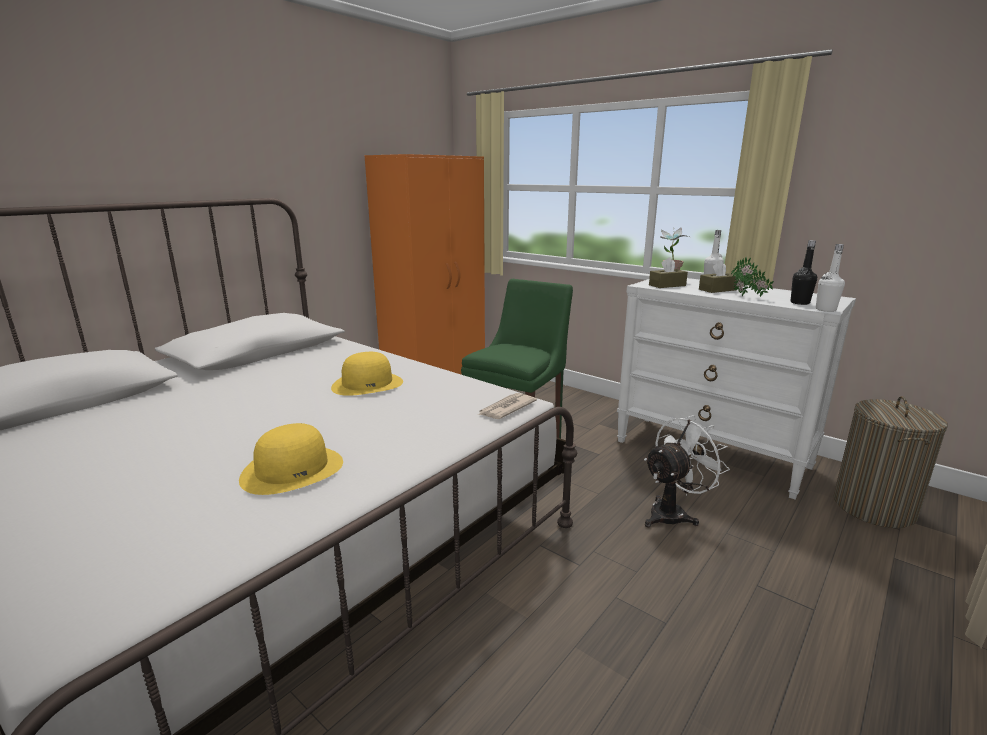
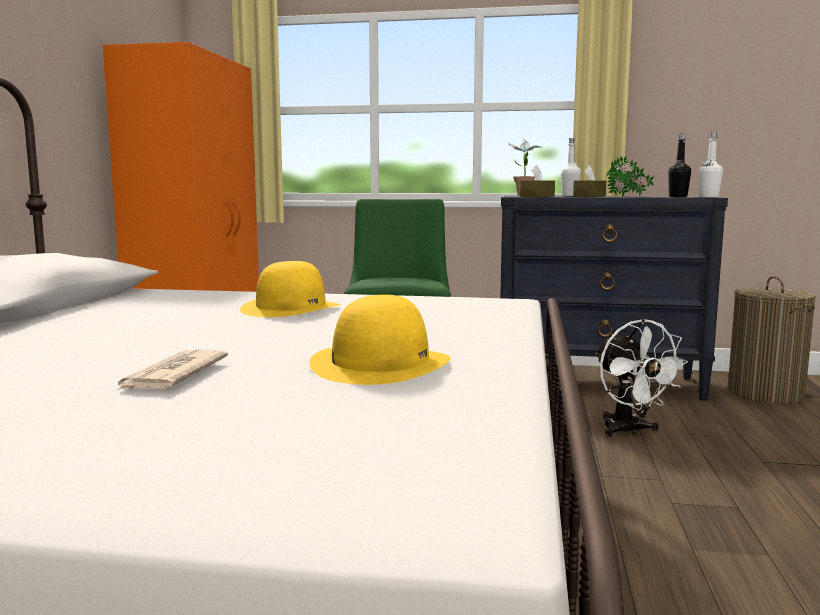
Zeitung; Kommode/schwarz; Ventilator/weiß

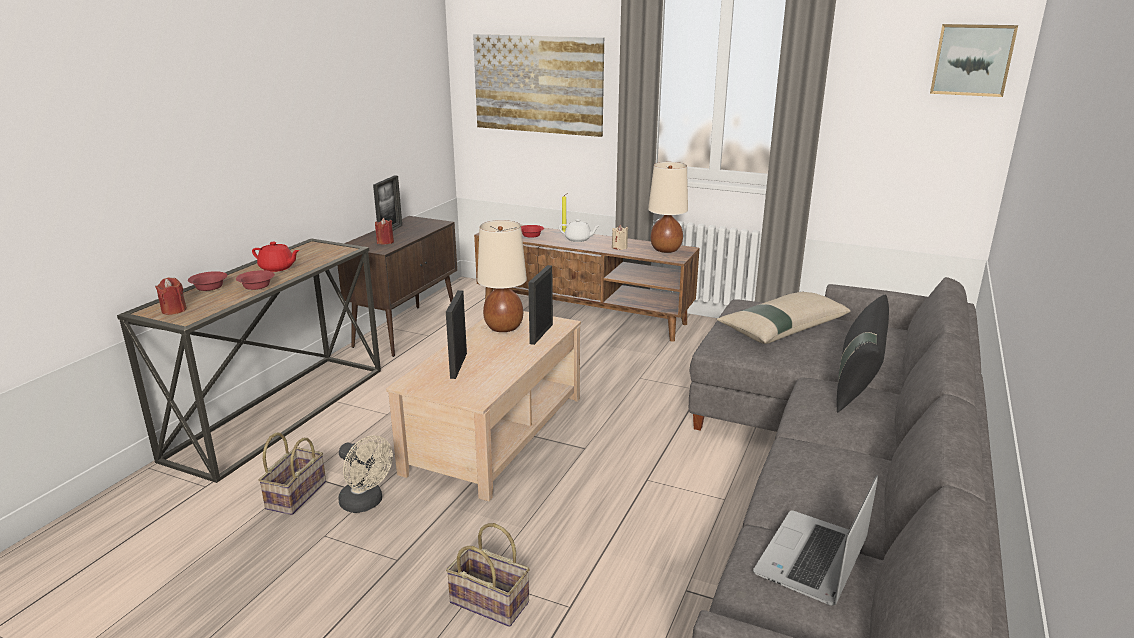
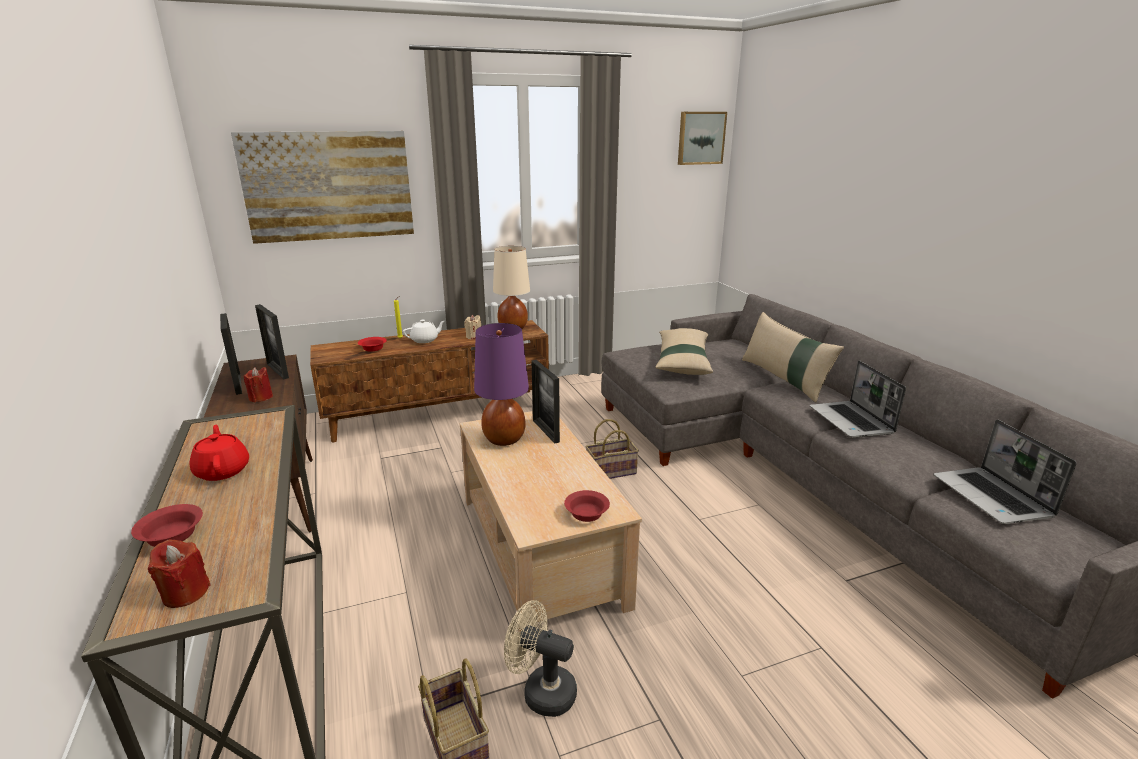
Teekanne/rot; Bilderrahmen (no. 2 from left); Tischlampe/lila; Ventilator/beige; Schüssel/rot (no. 3 from left); Korb (no. 2 from left); Kissen/beige (no. 2 from left); Laptop (no. 1 from left)

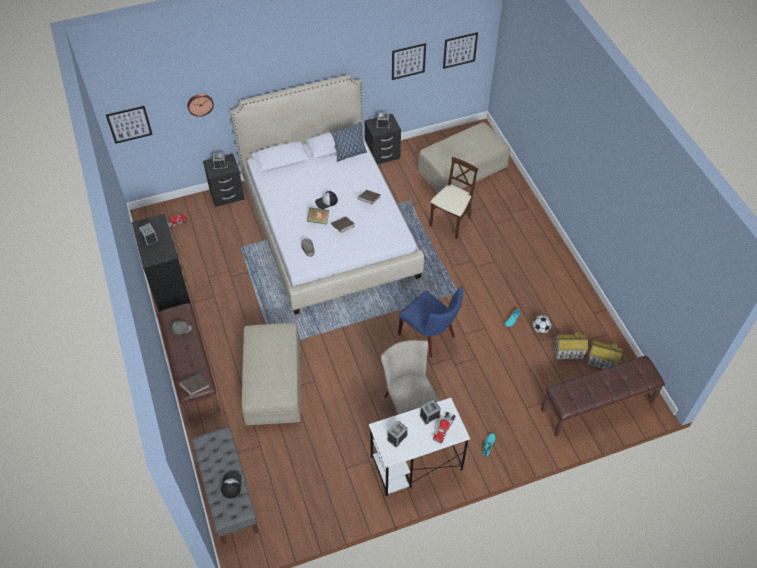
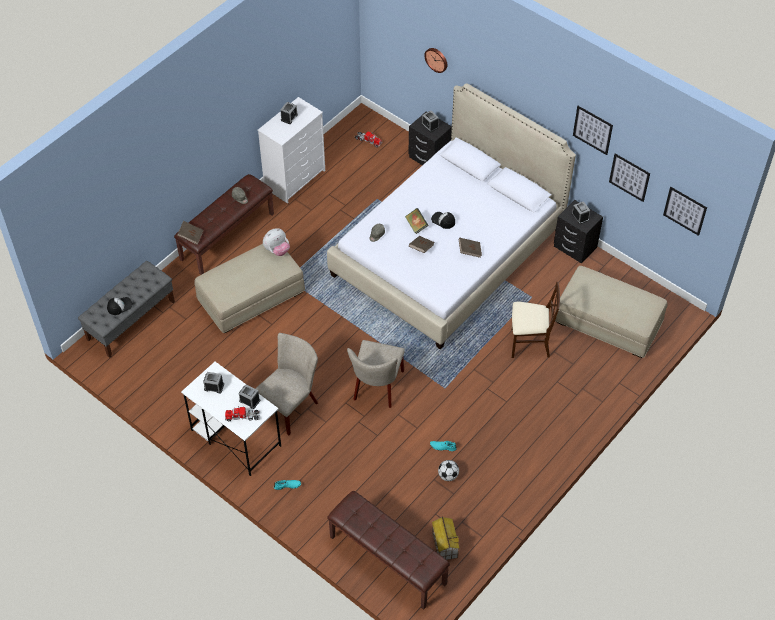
Kommode/weiß; Plüschtier; Stuhl/beige (no. 2 from left); Bild (no. 1 from left); Kissen; Spielzeughaus (no. 1 from left in the first image)

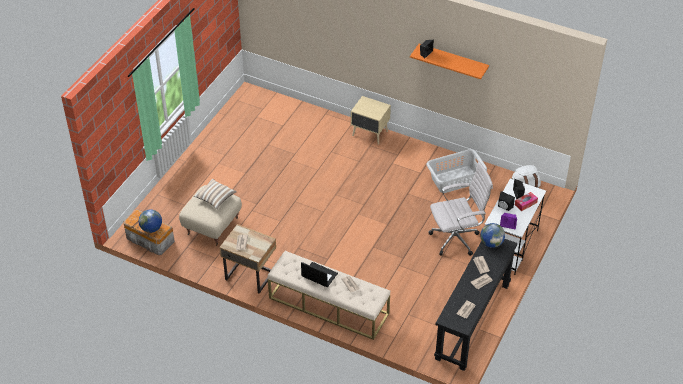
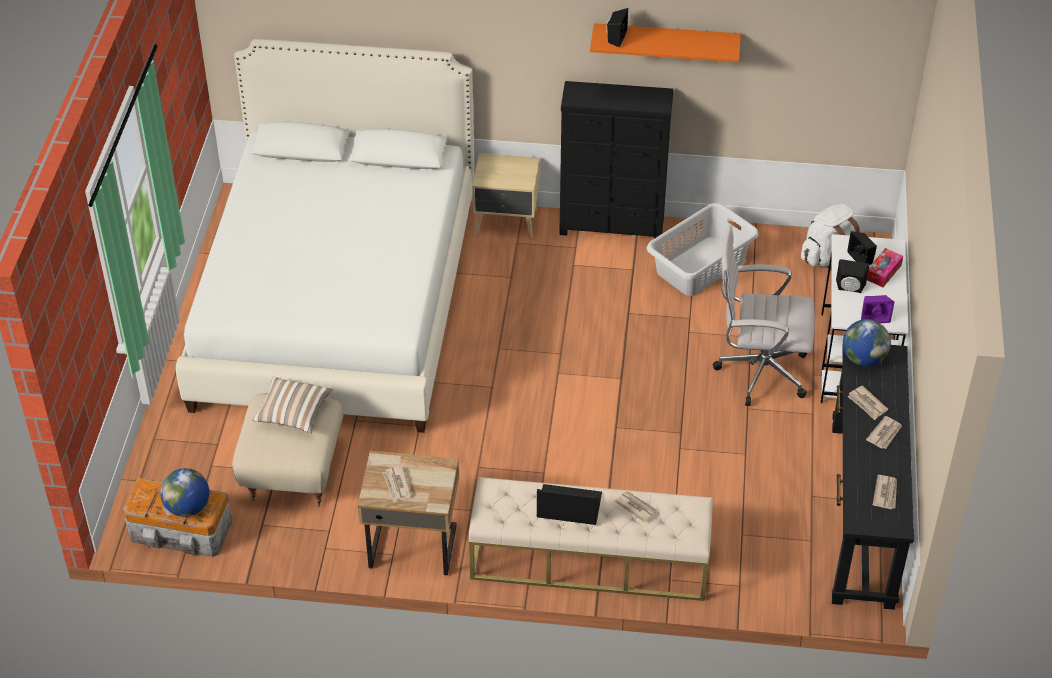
Bett/weiß; Kommode/schwarz; Bürostuhl/weiß

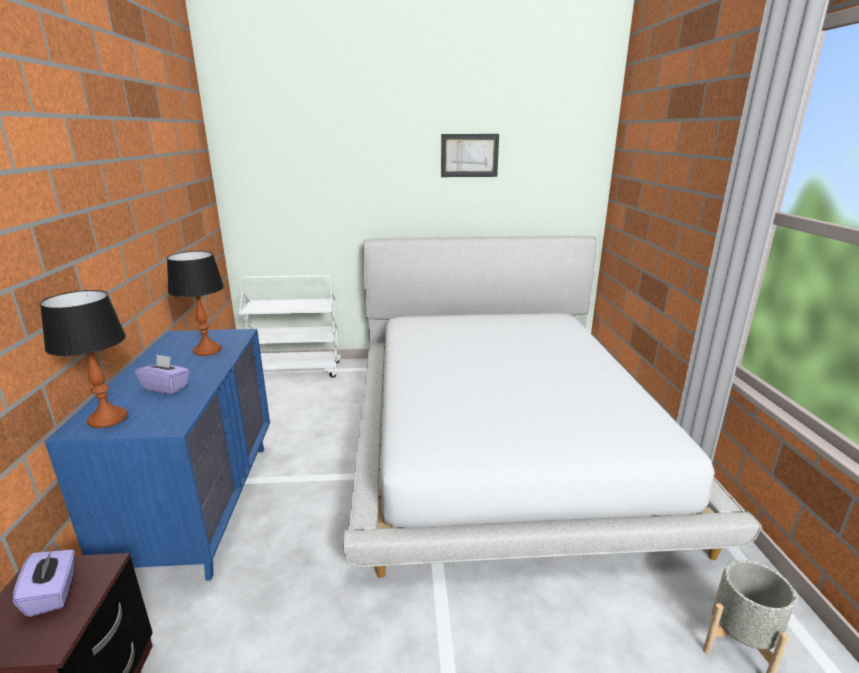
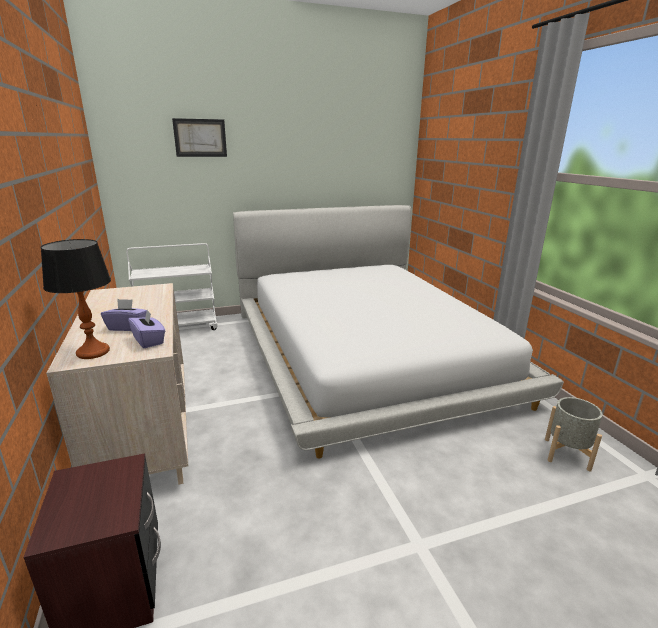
Kommode/beige; Taschentuchbox/lila (no. 2 from left); Bild; Tischlampe (no. 2 from left in the first image)

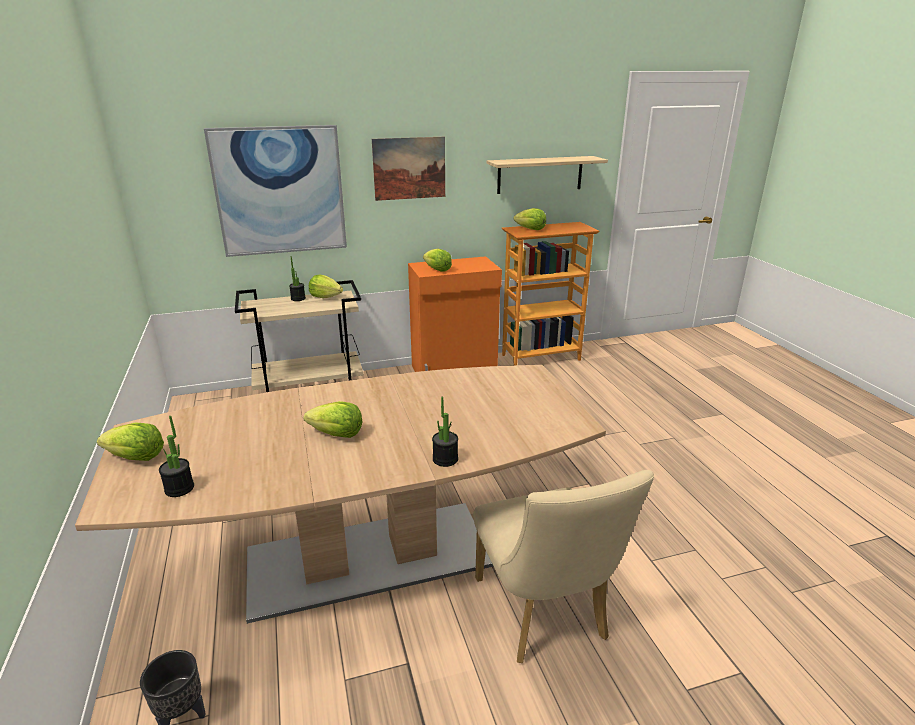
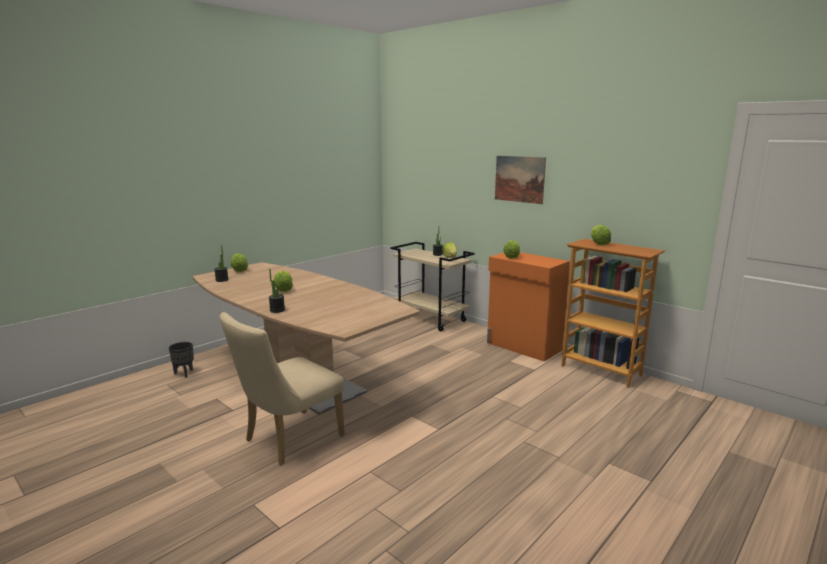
Bild (no. 1 from left in the first image); Wandregal

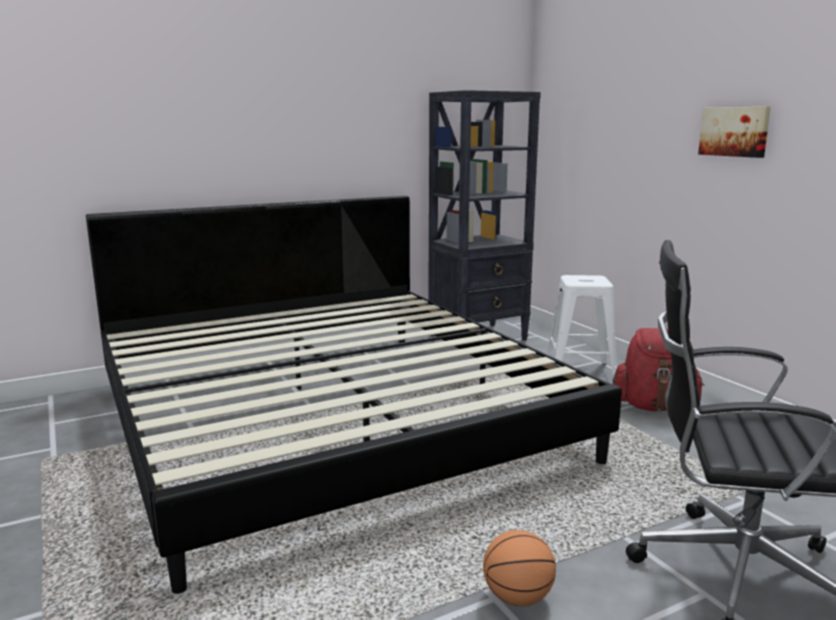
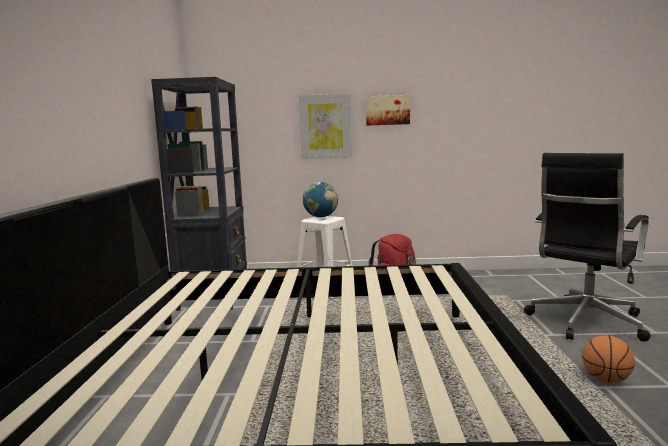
Bild (no. 1 from left); Globus

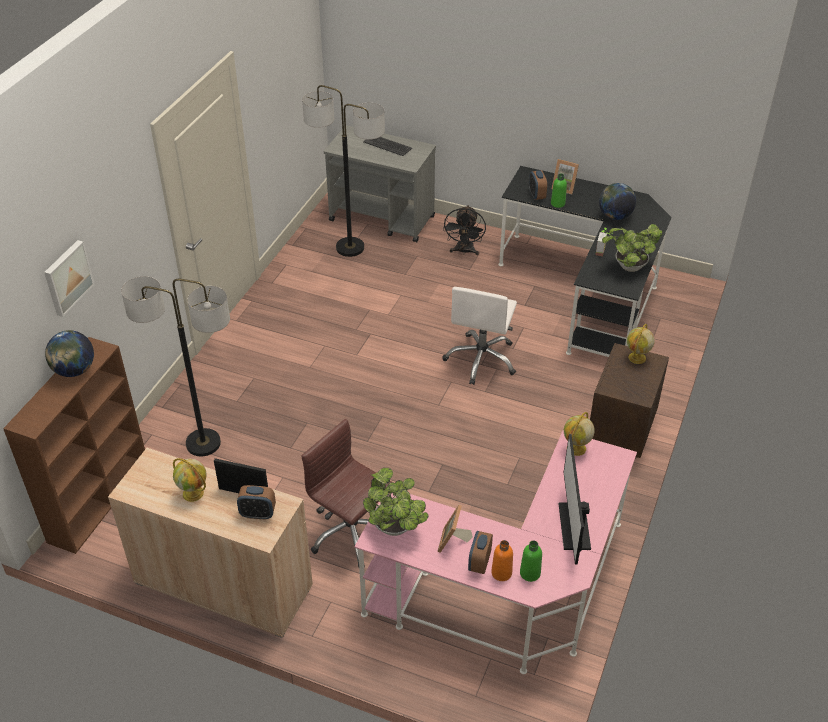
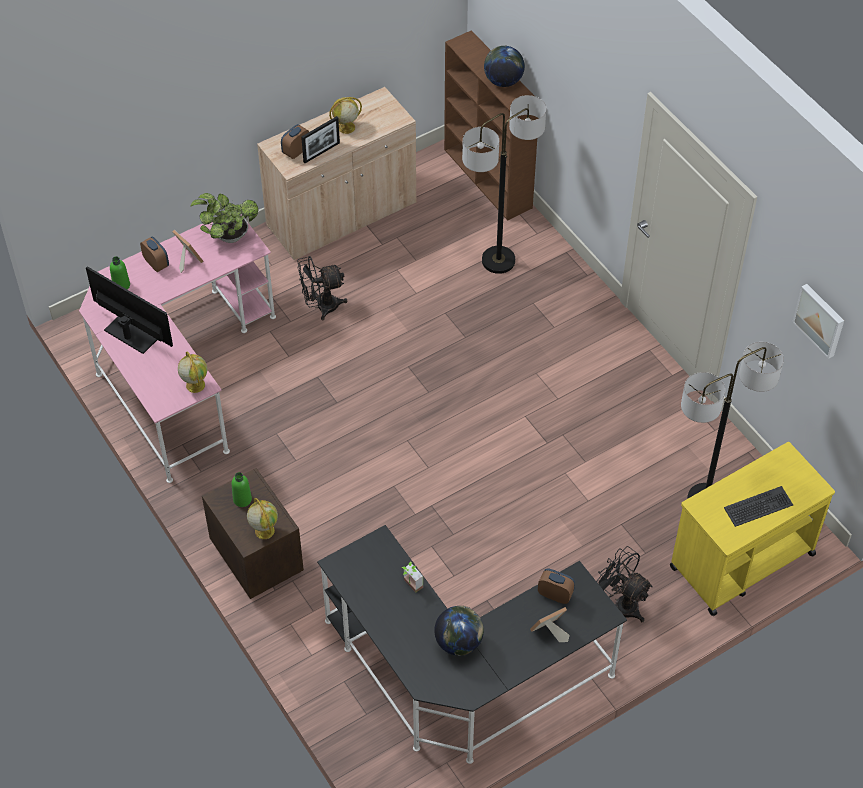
Flasche/grün (no. 2 from left); Ventilator/schwarz (no. 1 from left); Rollwagen/gelb; Bild; Bürostuhl/weiß; Flasche/orange; Topfpflanze (no. 3 from left in the first image)

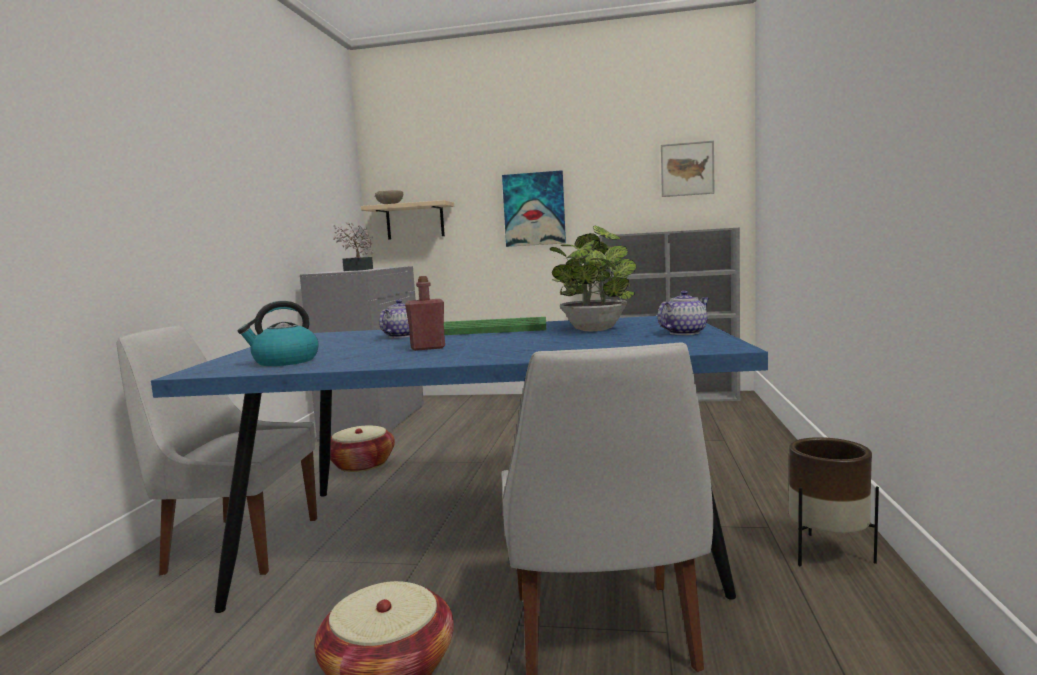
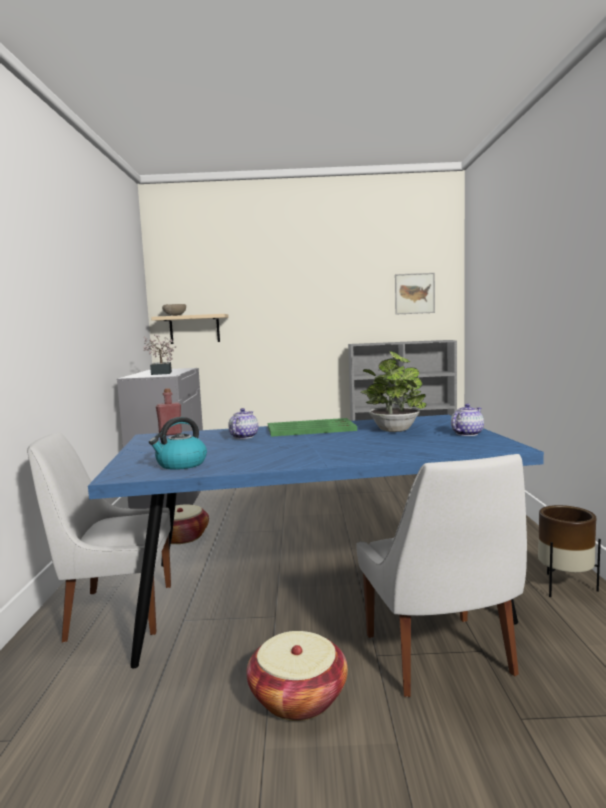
Flasche/rot; Bild (no. 1 from left in the first image)

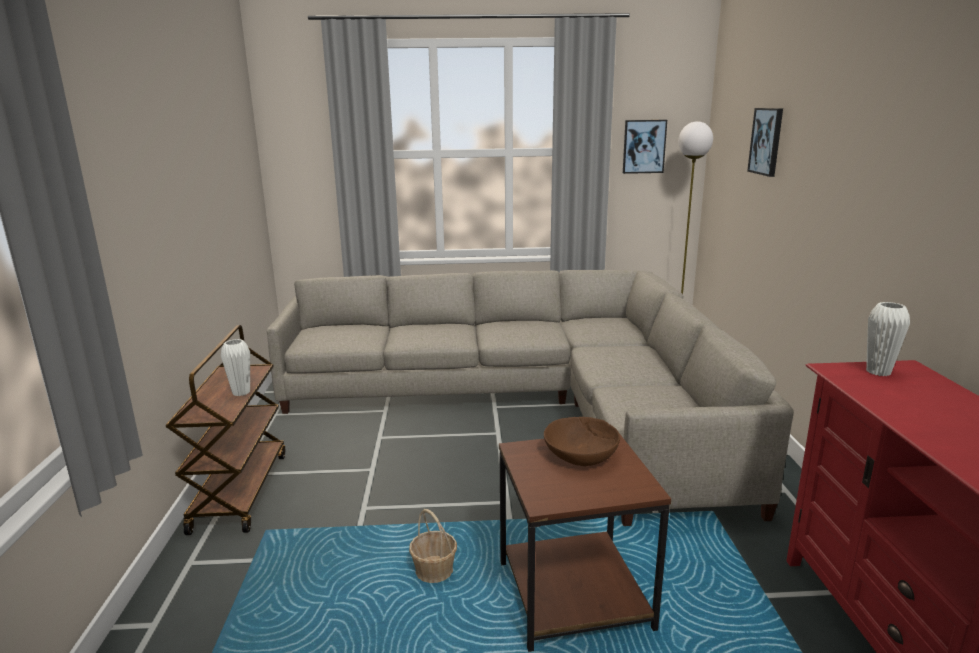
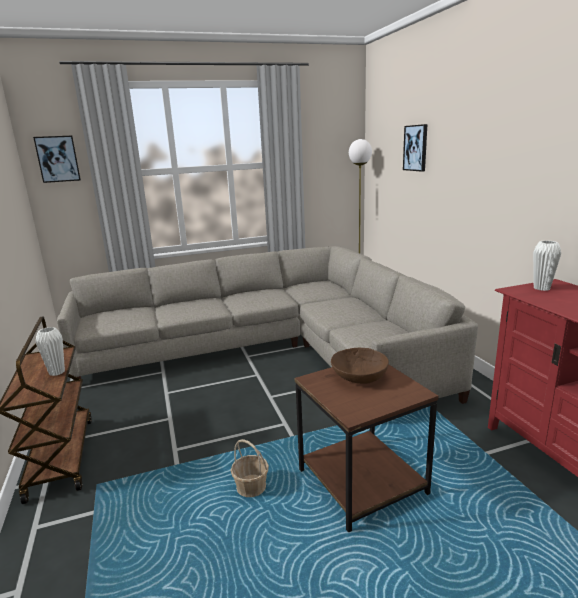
Bild (no. 1 from left)

